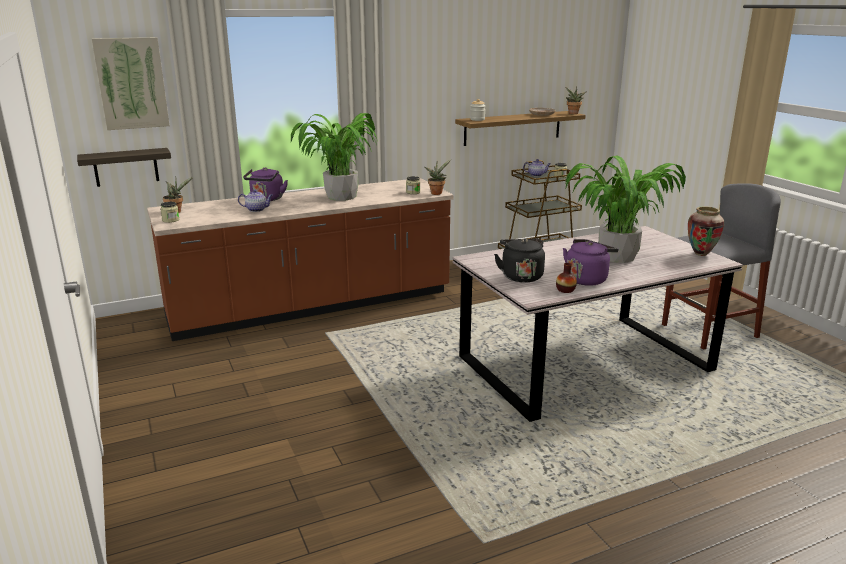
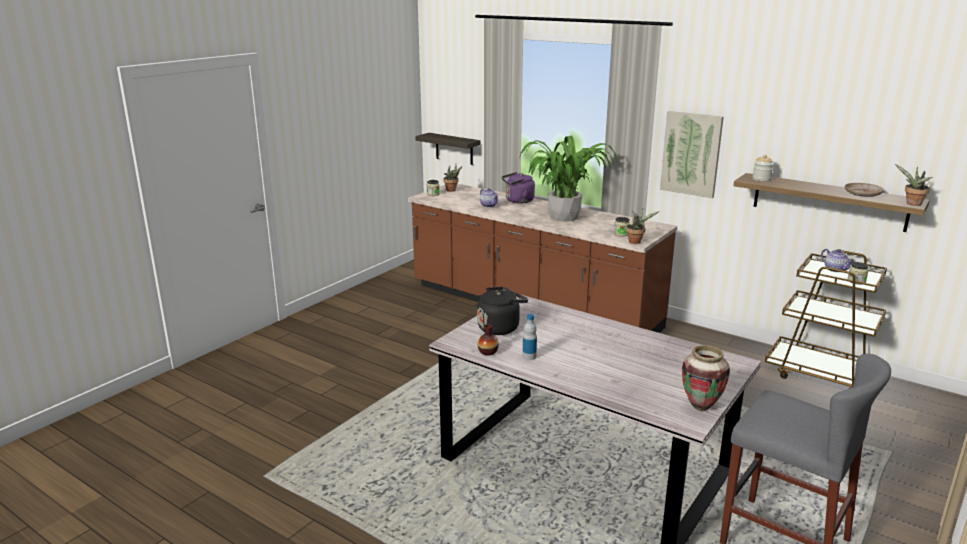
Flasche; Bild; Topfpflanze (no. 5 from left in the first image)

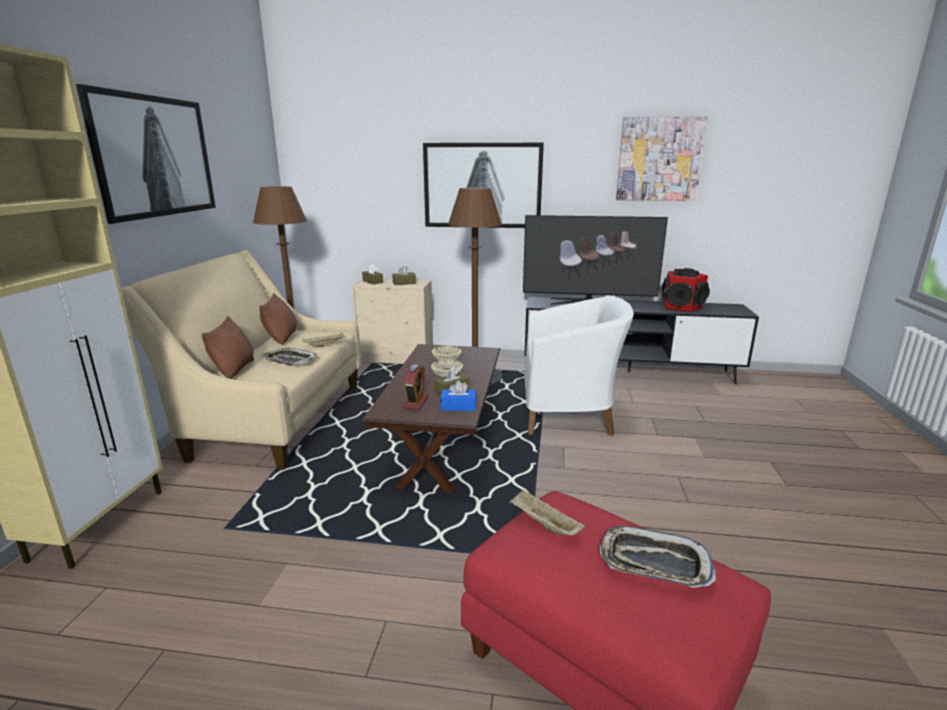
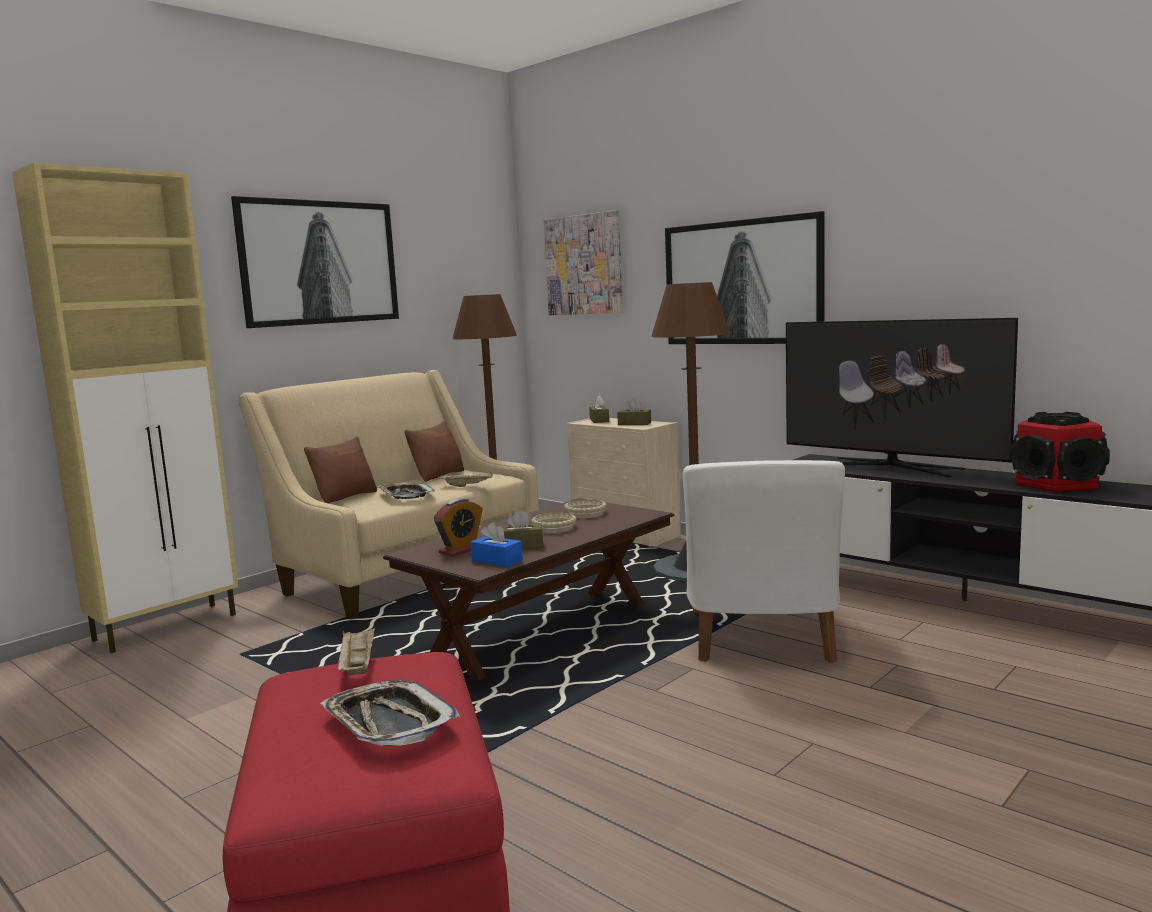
Bild (no. 2 from left); Sessel/weiß

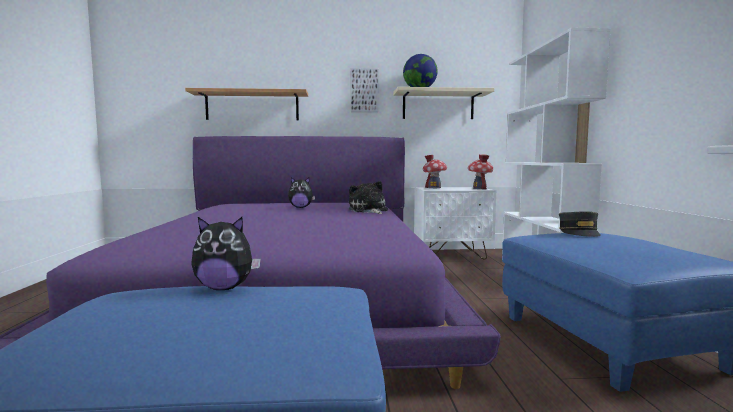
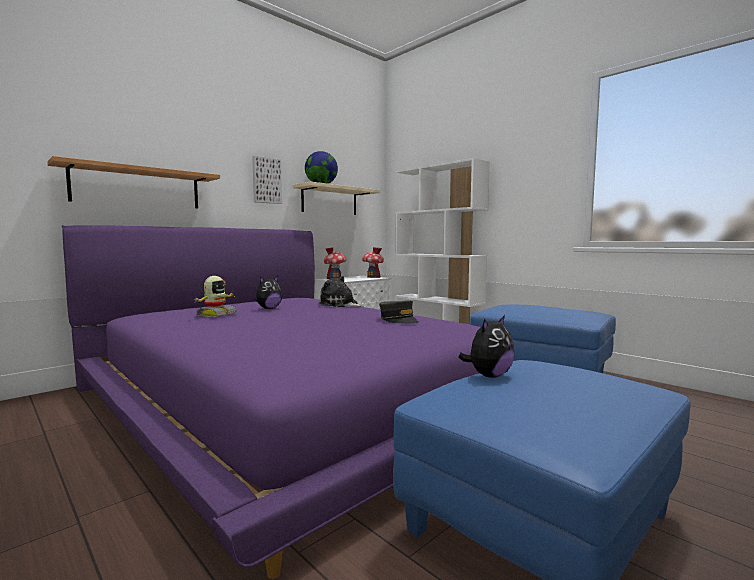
Spielzeugroboter; Kappe/grau

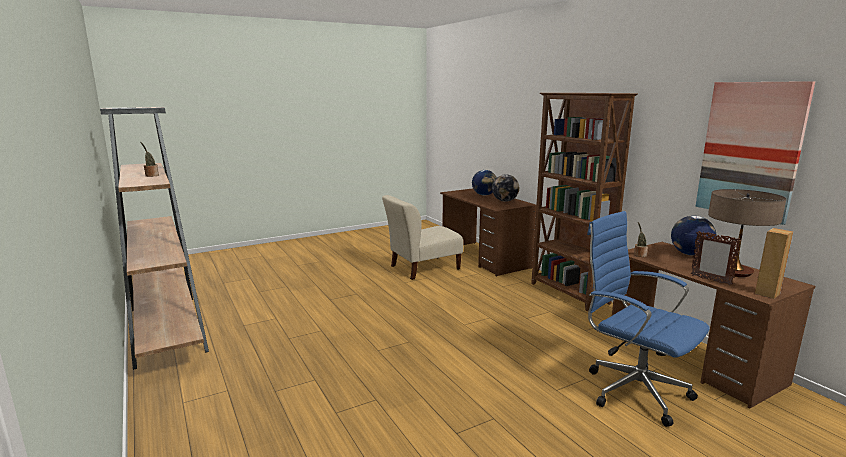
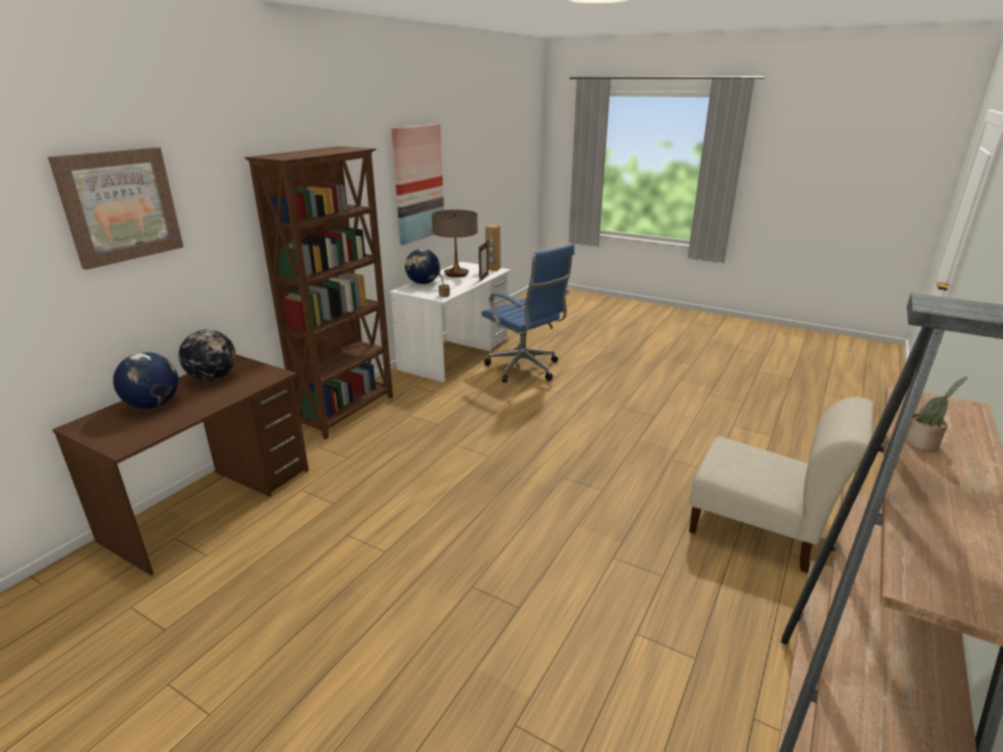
Bild (no. 1 from left); Schreibtisch/weiß; Bürostuhl/blau; Stuhl/beige

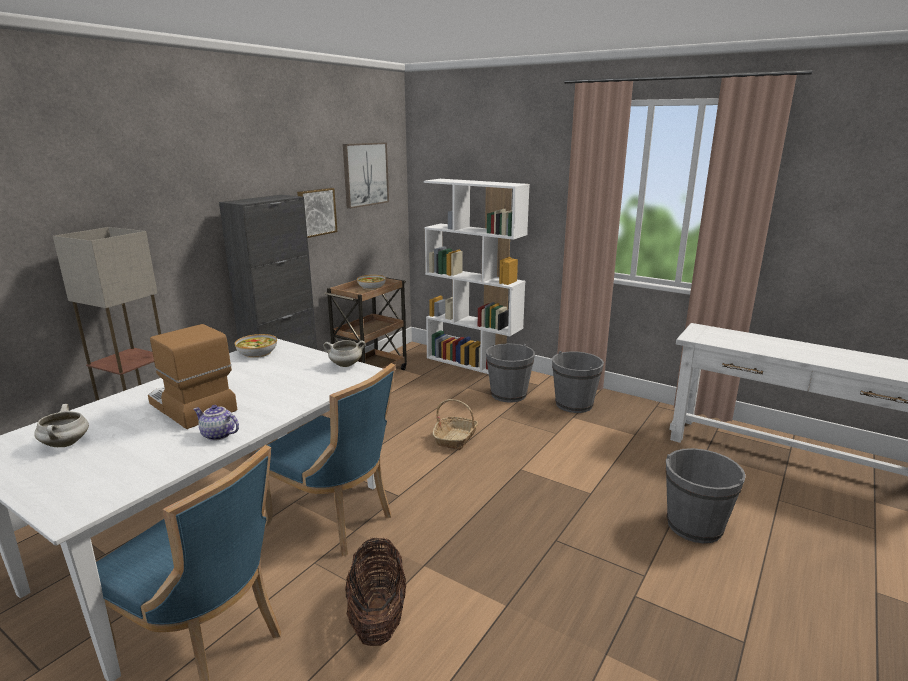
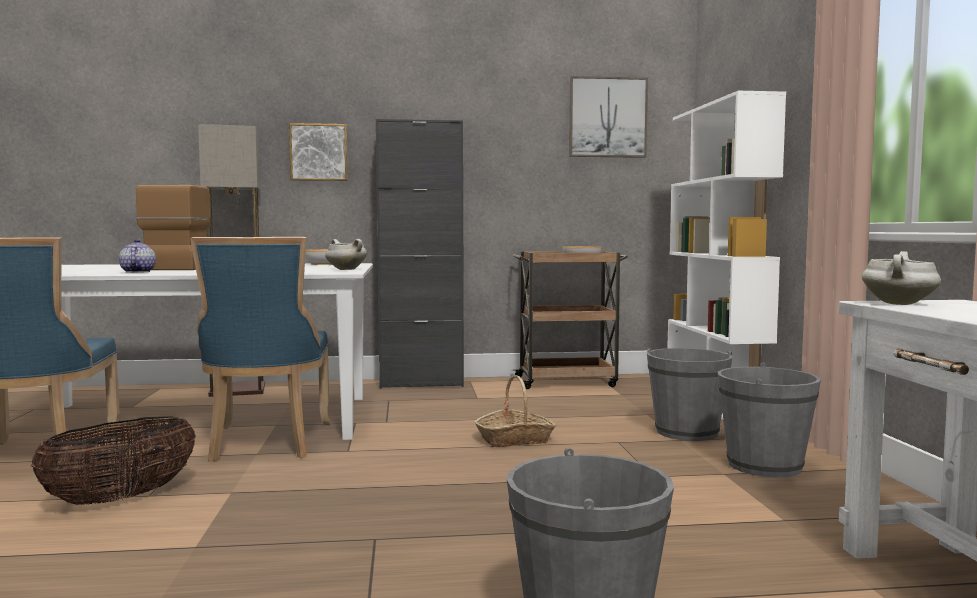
Bild (no. 1 from left); Kochtopf/weiß (no. 2 from left)

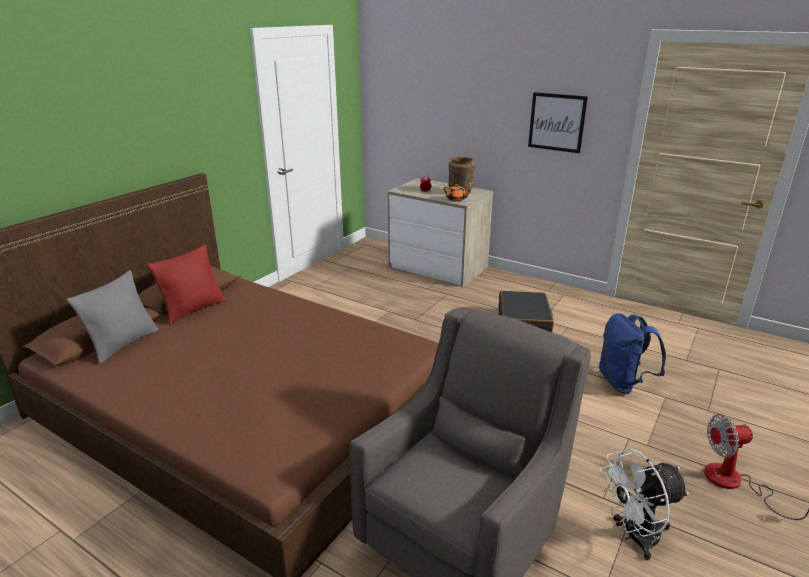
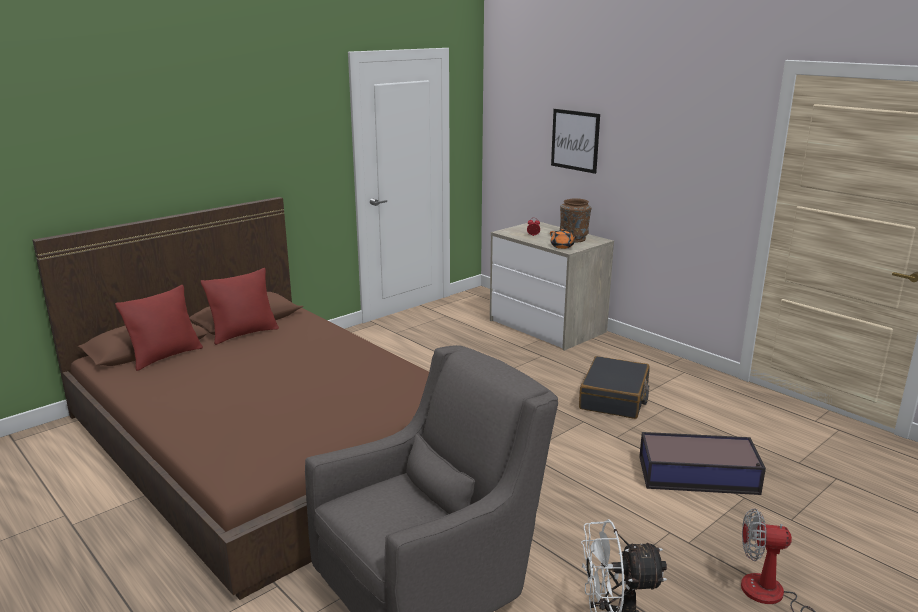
Kissen/rot (no. 1 from left); Bild; Aufbewahrungsbox

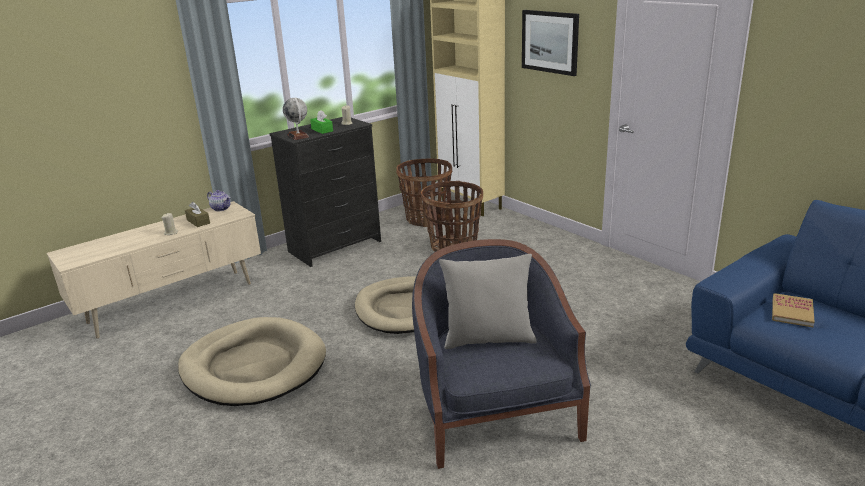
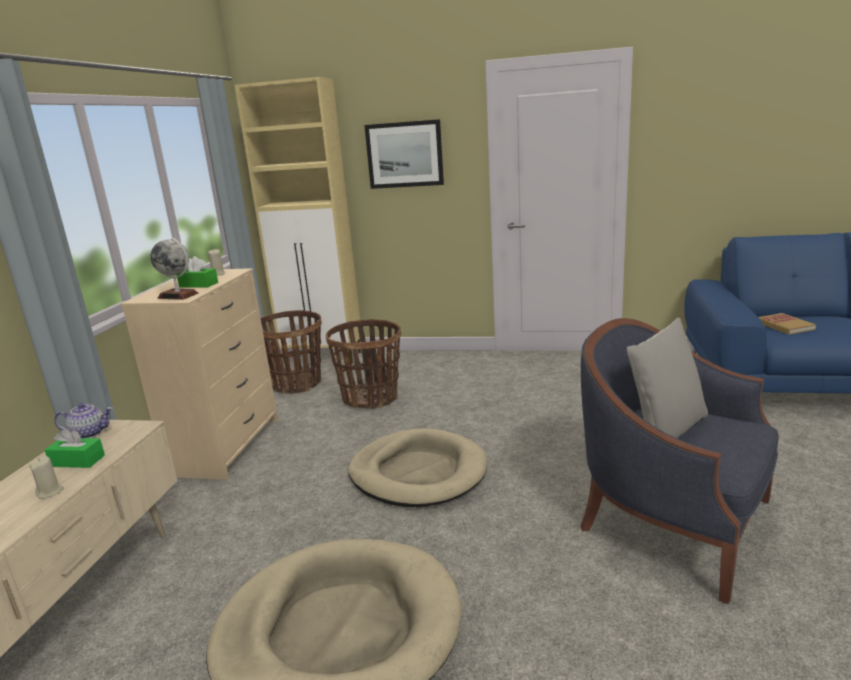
Taschentuchbox/grün (no. 1 from left); Kommode/beige

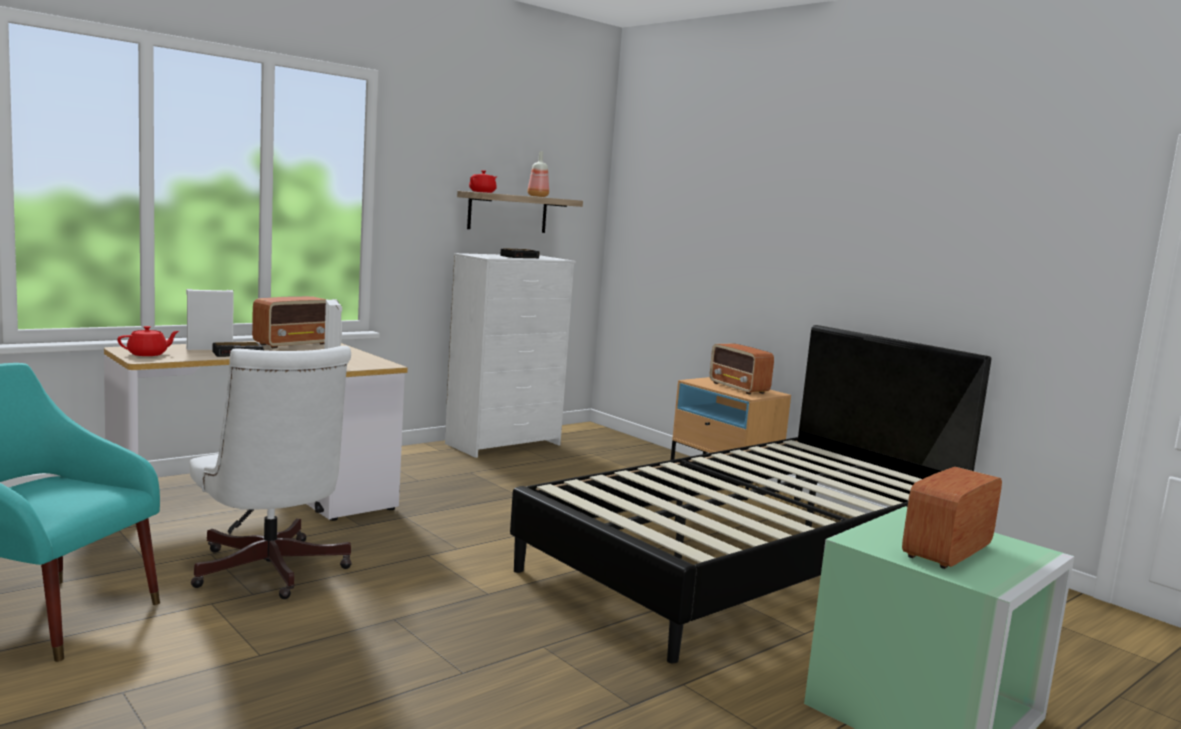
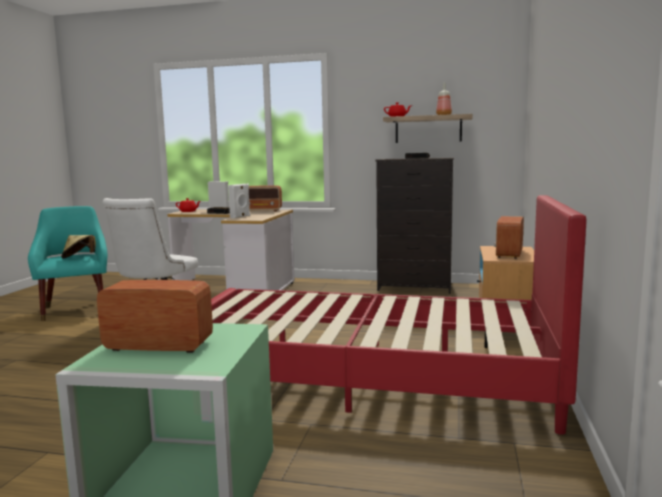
Hut/beige; Bett/rot; Kommode/schwarz

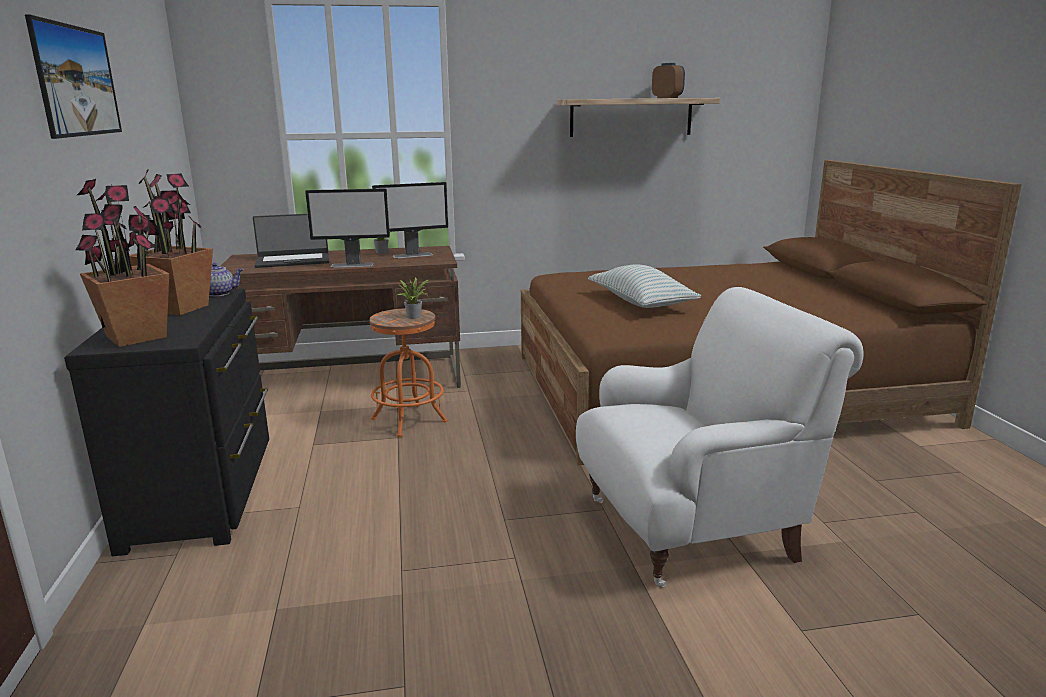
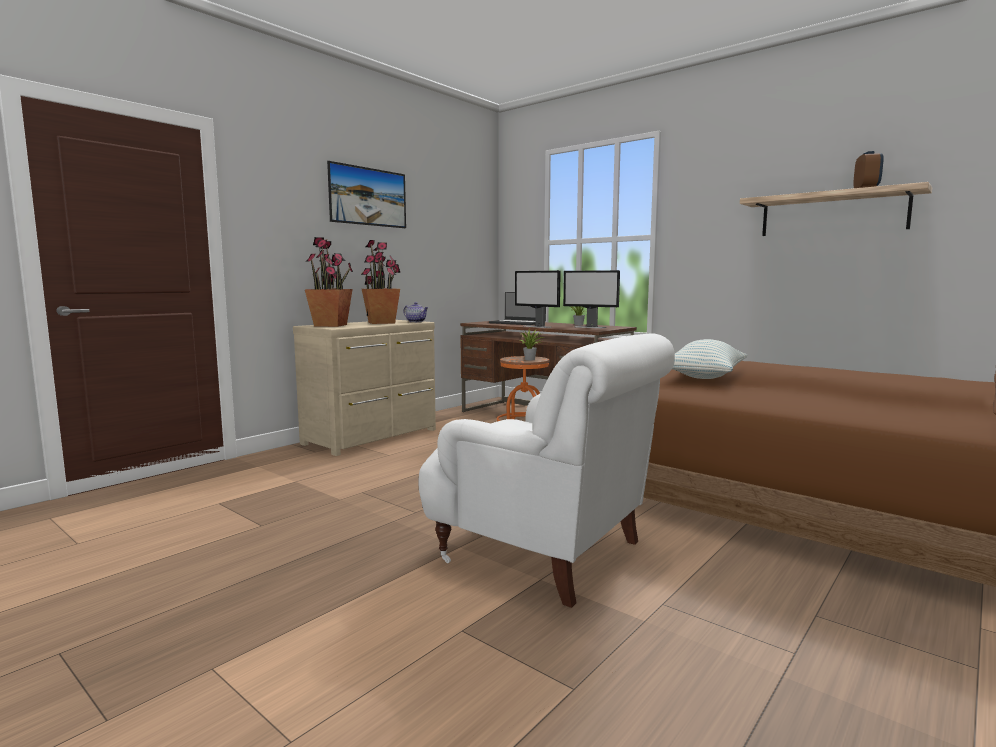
Kommode/beige

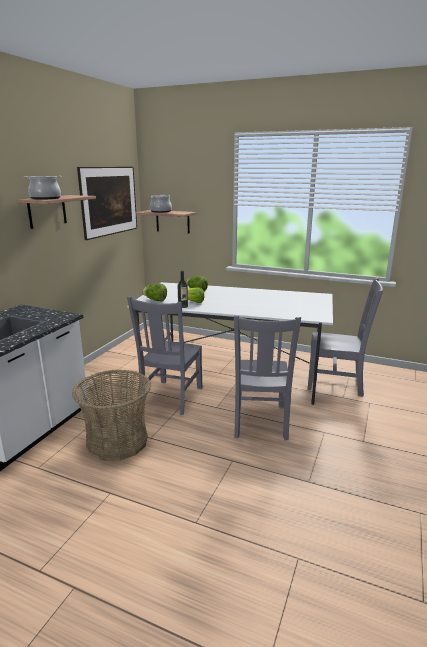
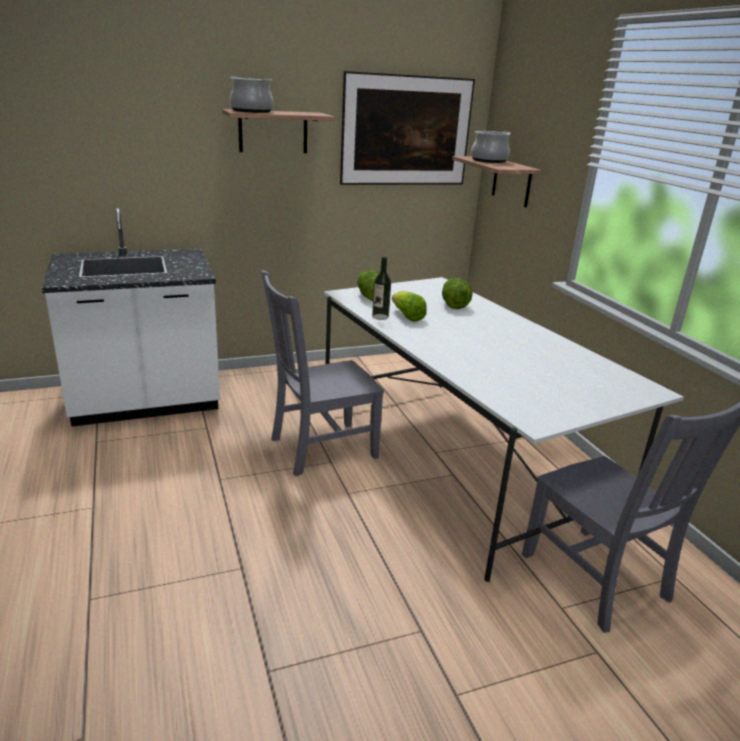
Korb; Stuhl/grau (no. 2 from left in the first image)

